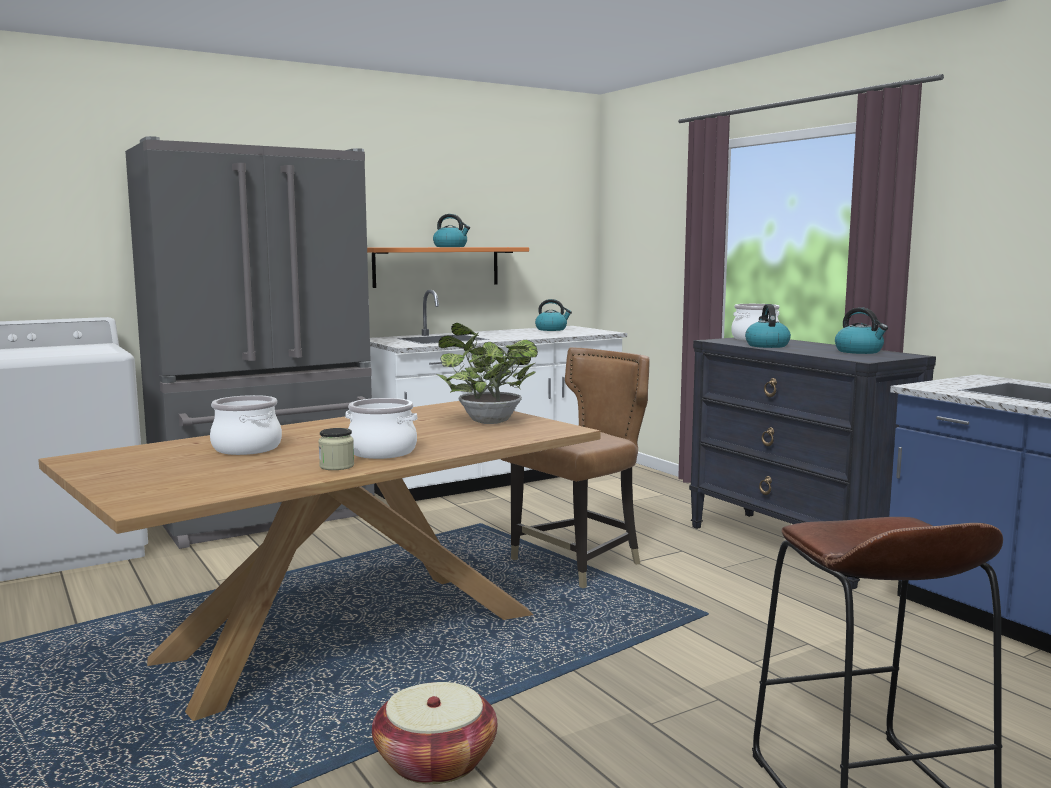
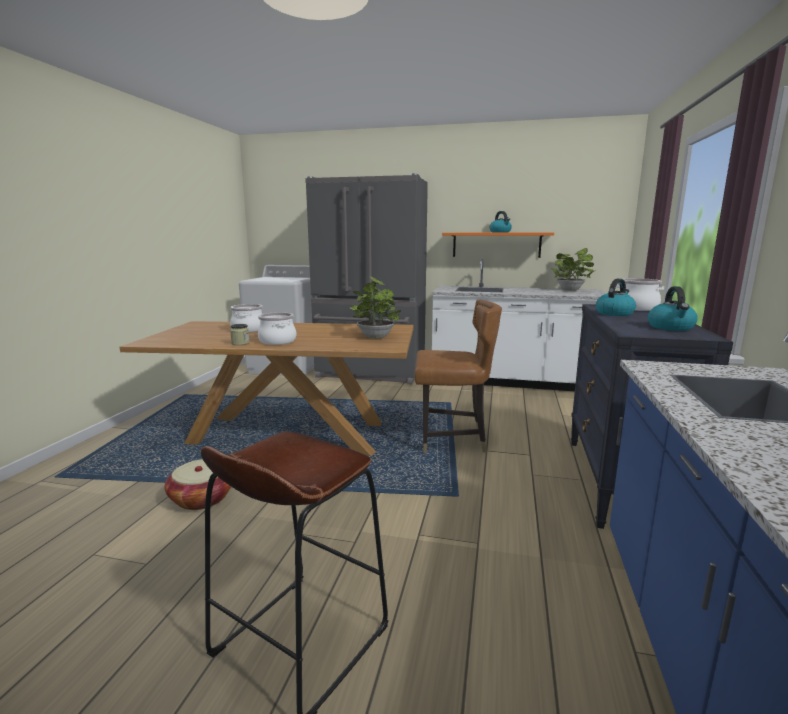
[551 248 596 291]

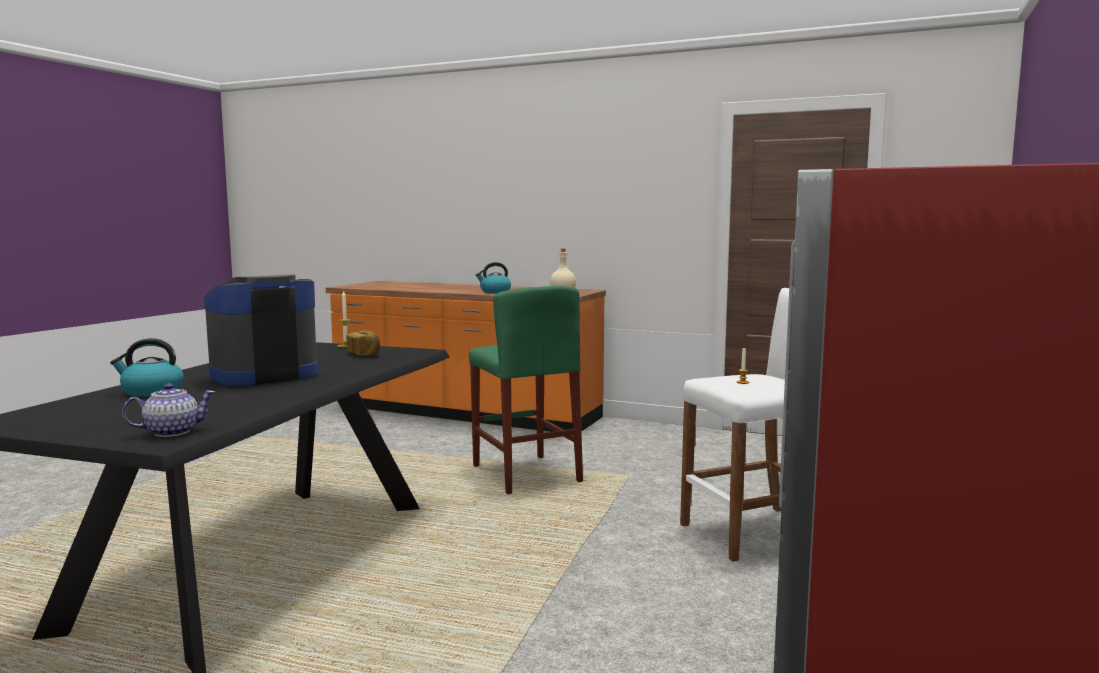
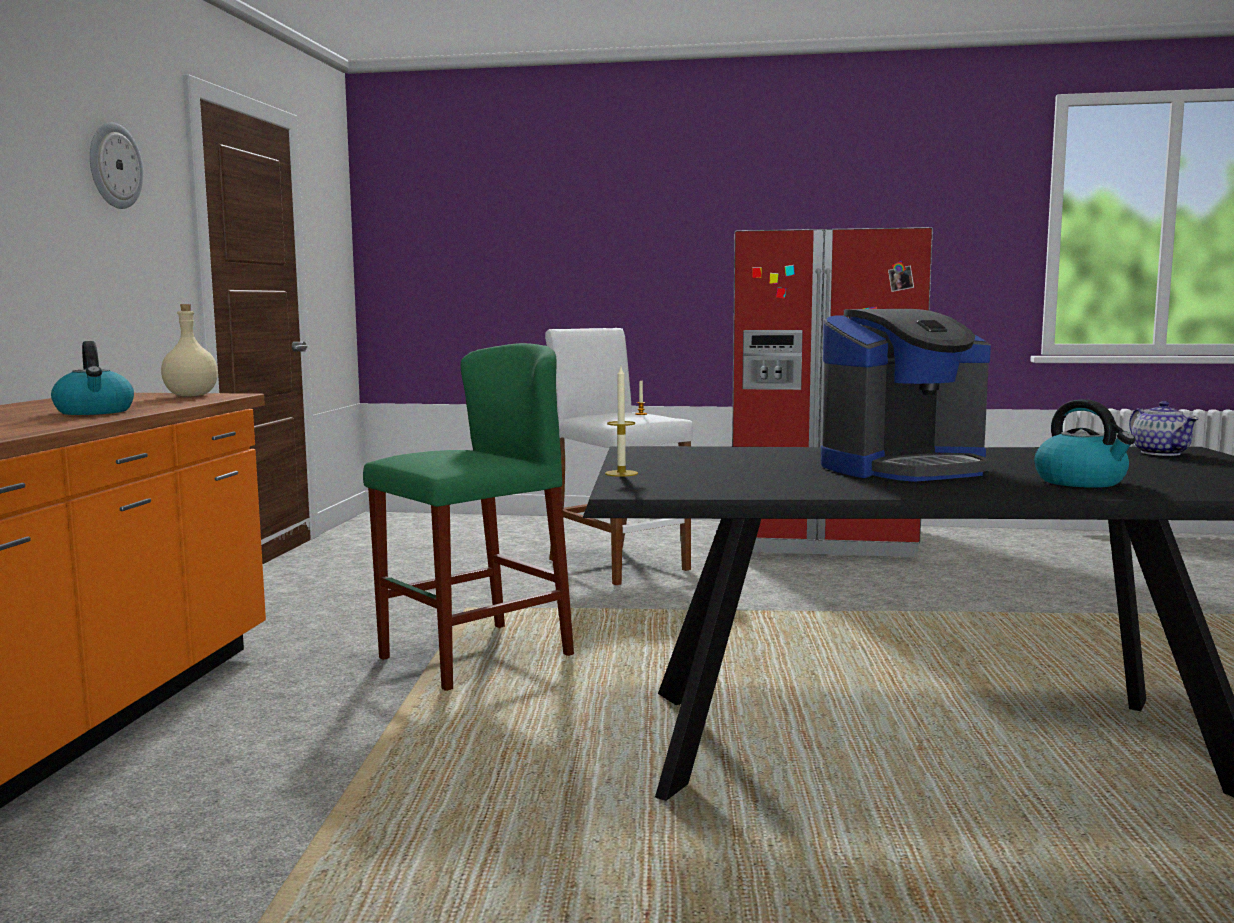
[821 309 991 482]
[346 331 380 355] (first image)
[1129 401 1199 456]
[90 122 143 209]

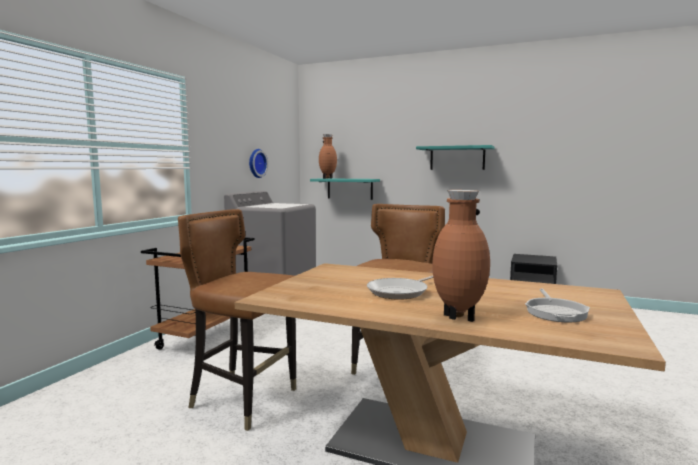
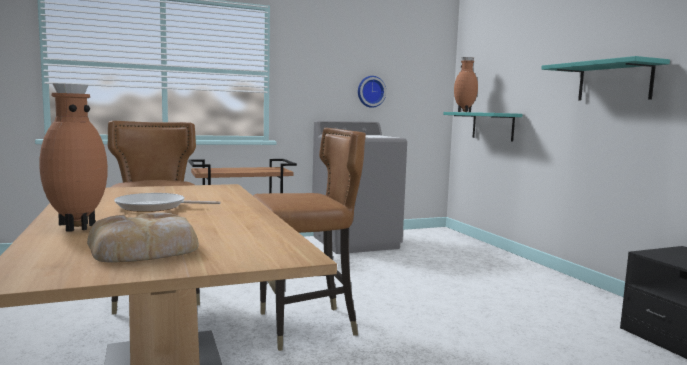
[87 213 199 263]

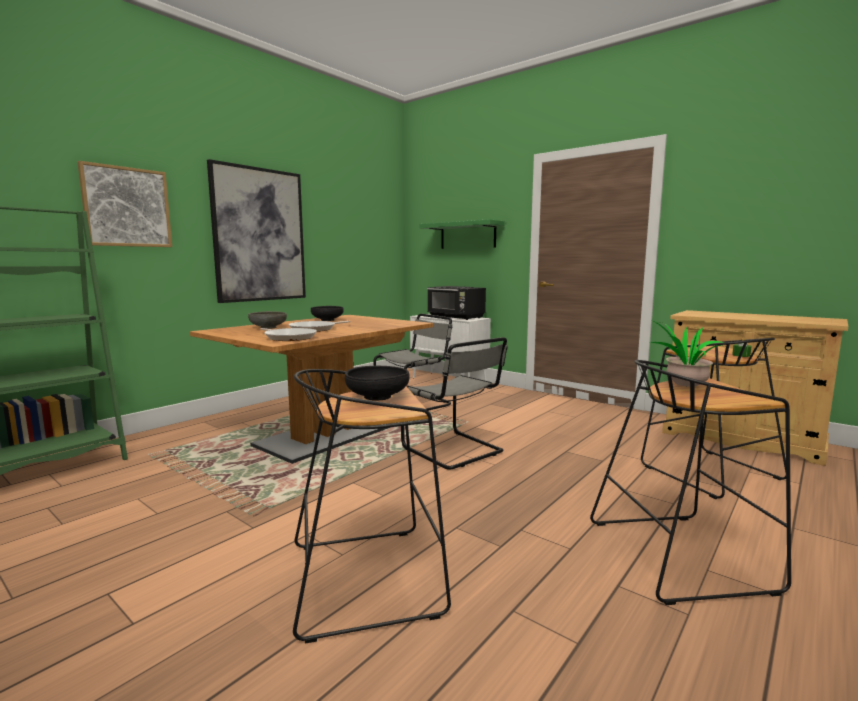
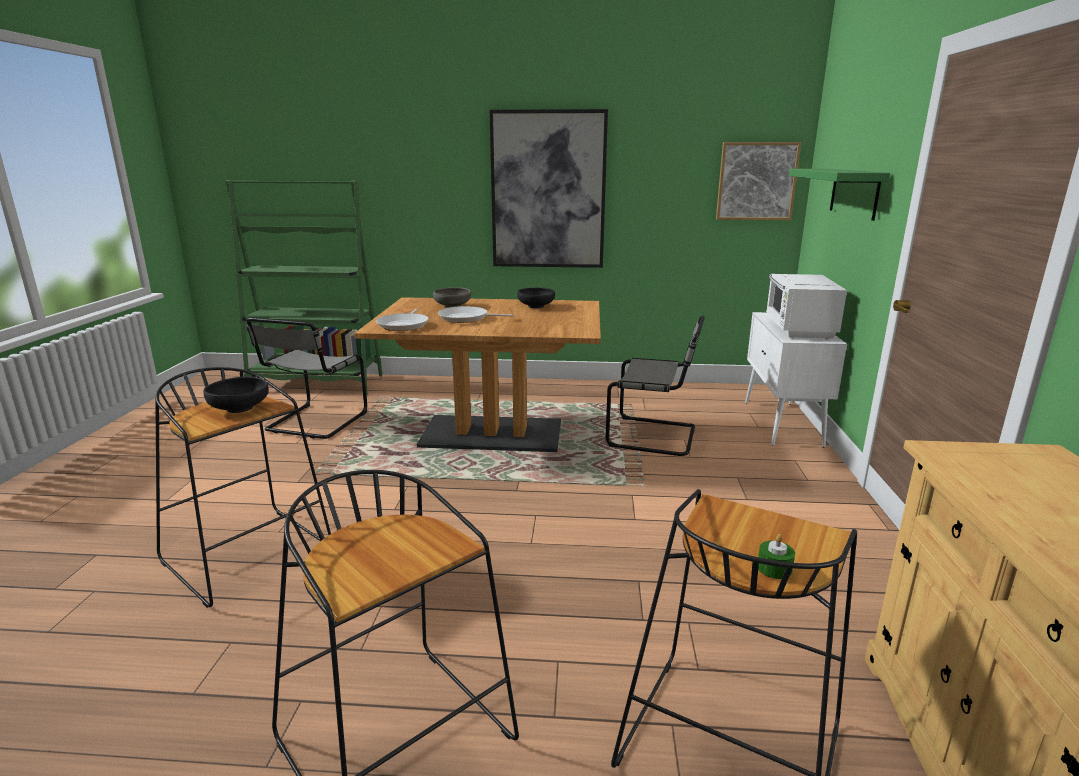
[716 142 801 220]
[766 274 847 340]
[649 322 724 387] (first image)
[247 318 367 439]

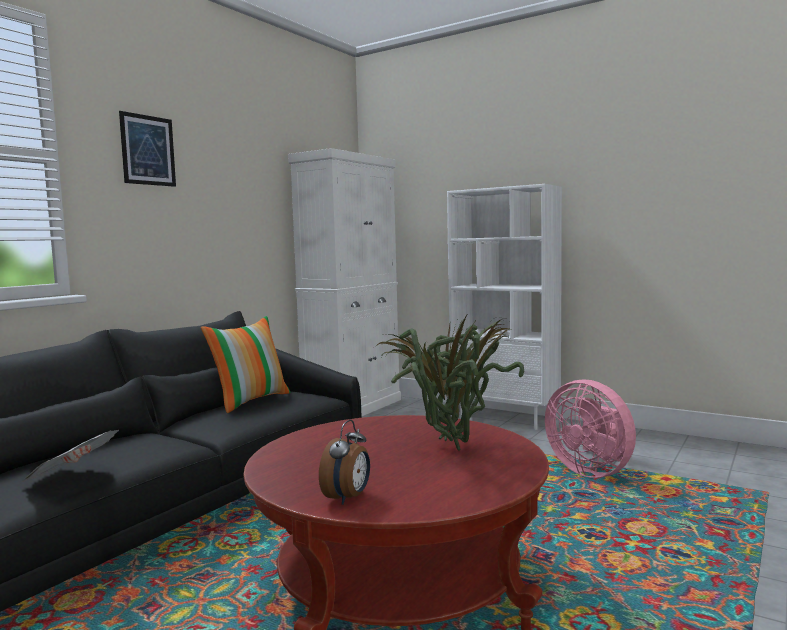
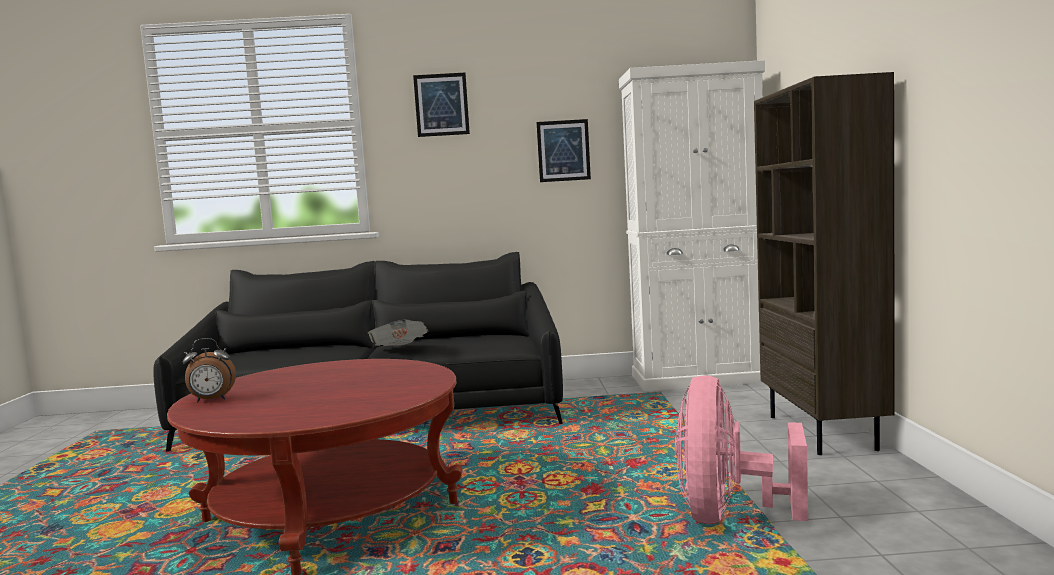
[754 72 895 455]
[375 315 524 451] (first image)
[201 316 291 413] (first image)
[368 320 429 346]
[536 119 591 182]

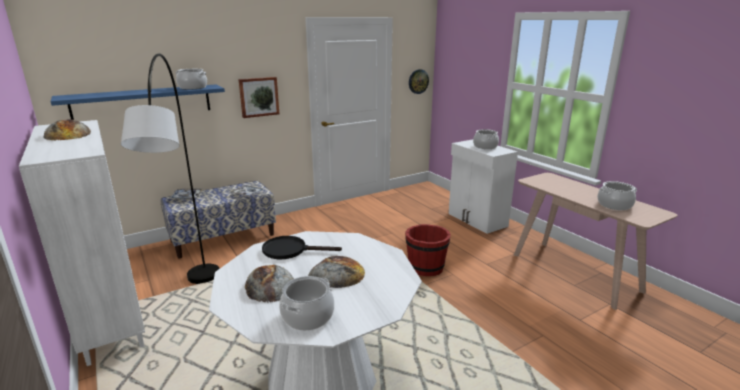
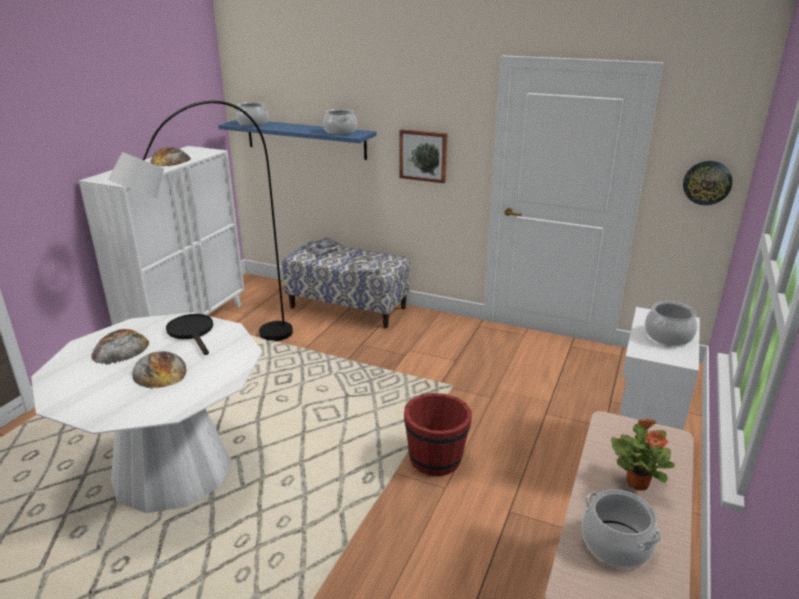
[234 102 269 126]
[611 419 675 490]

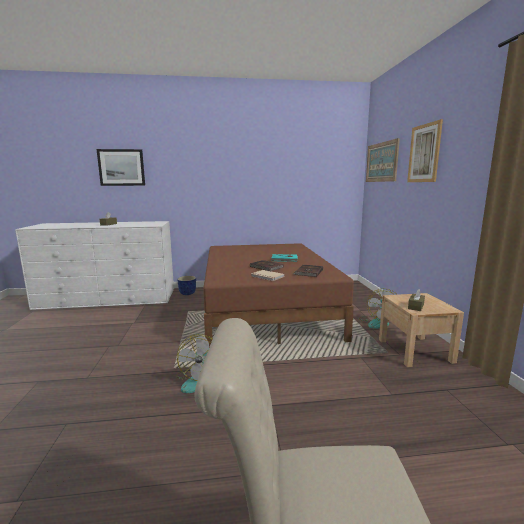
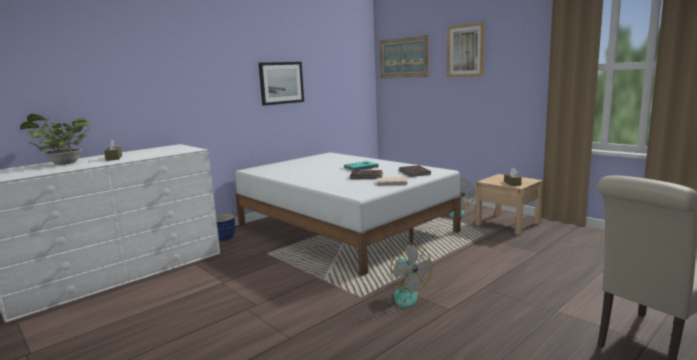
[259 62 304 106]
[235 152 461 276]
[20 114 90 165]

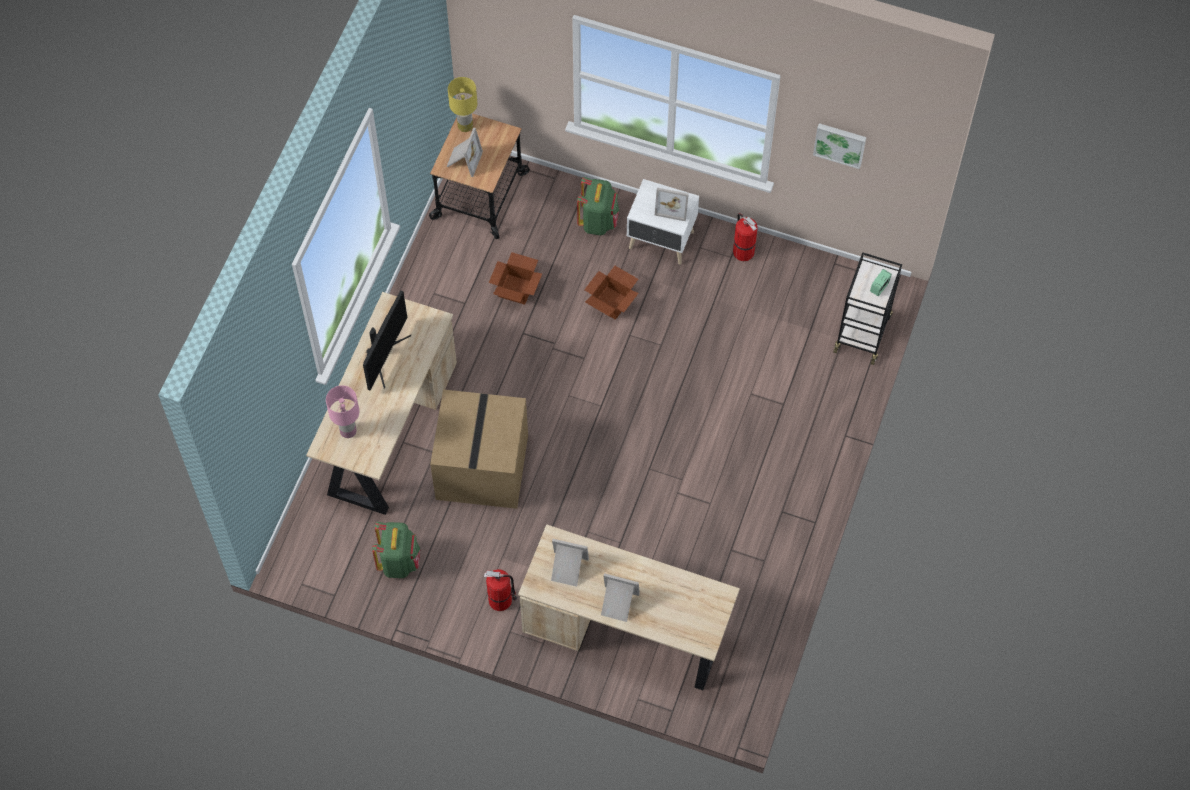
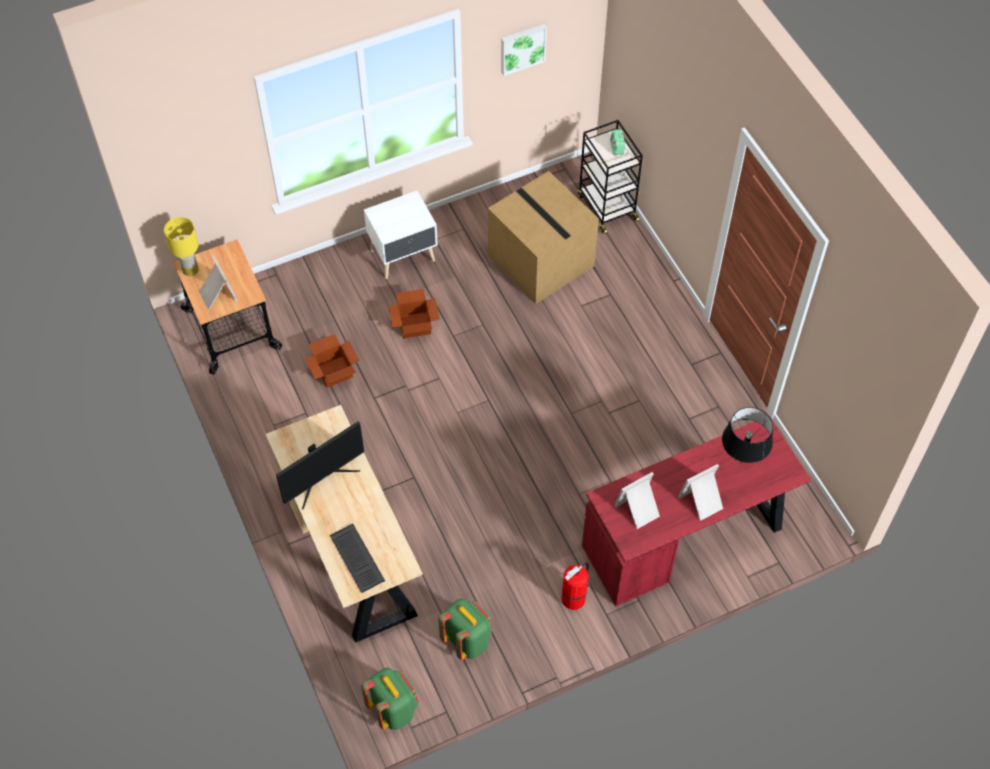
[361 668 419 730]
[655 188 689 221] (first image)
[733 213 758 261] (first image)
[276 421 364 509]
[330 523 385 593]
[488 171 599 304]
[582 421 811 606]
[722 407 773 463]

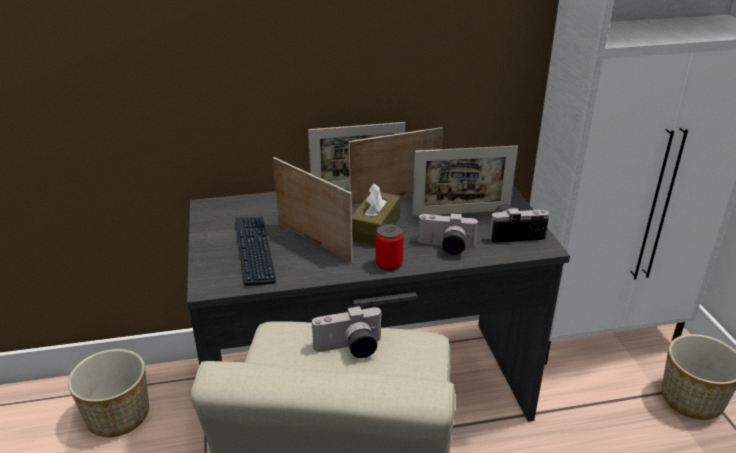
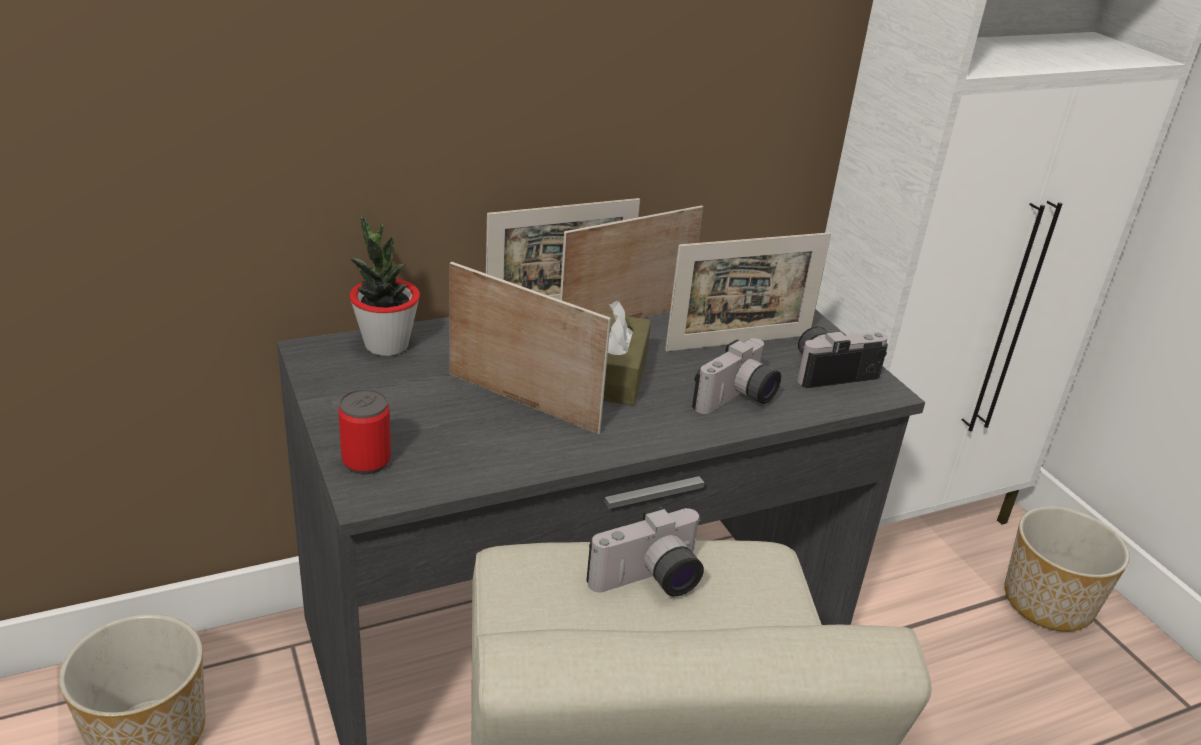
[692 338 781 414]
[235 216 276 286] (first image)
[338 389 391 474]
[349 215 420 356]

